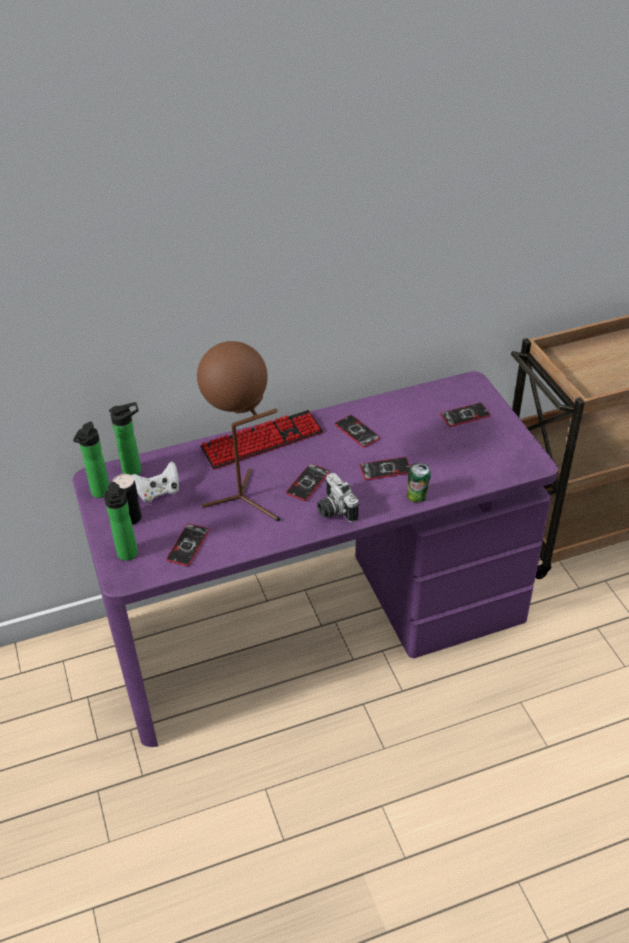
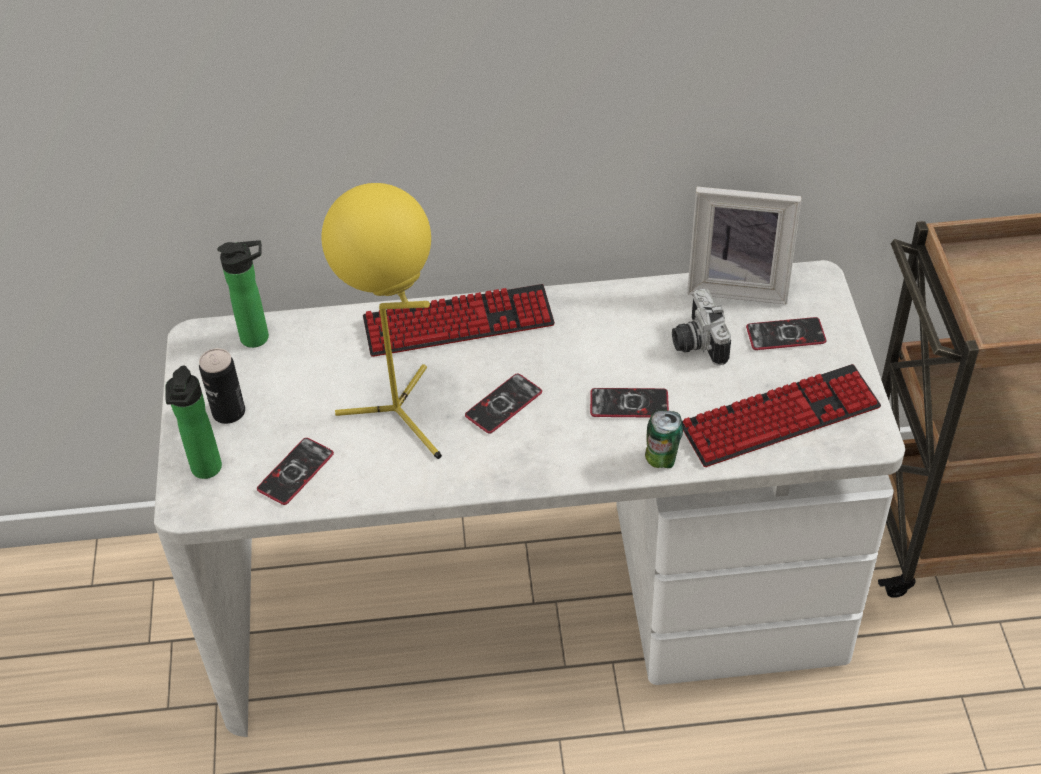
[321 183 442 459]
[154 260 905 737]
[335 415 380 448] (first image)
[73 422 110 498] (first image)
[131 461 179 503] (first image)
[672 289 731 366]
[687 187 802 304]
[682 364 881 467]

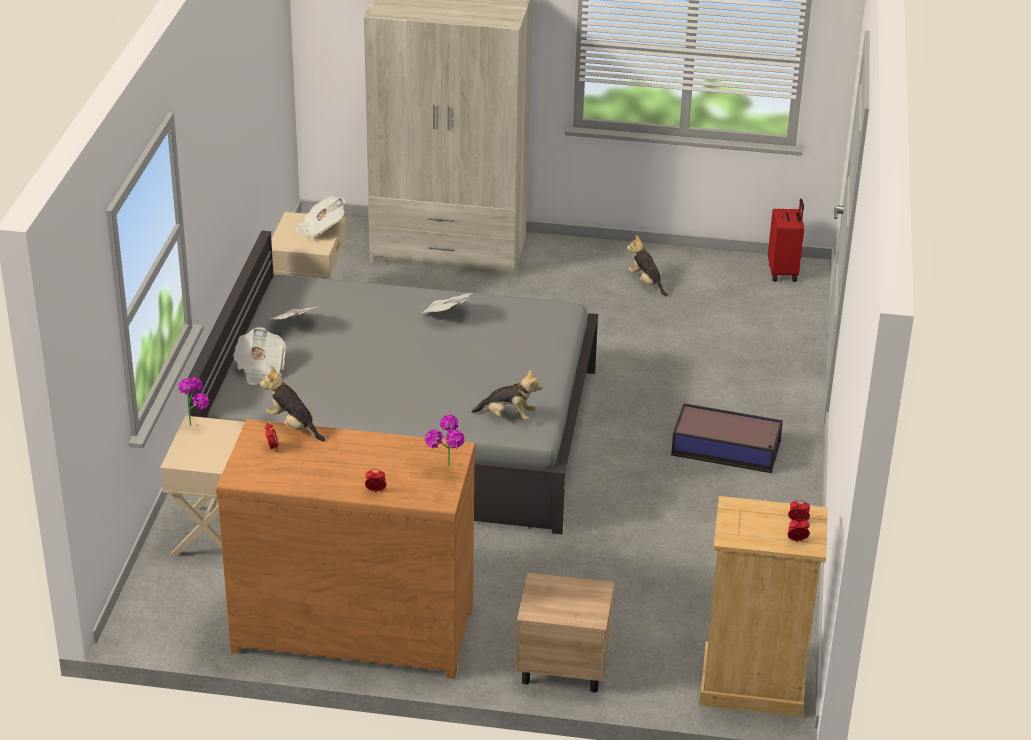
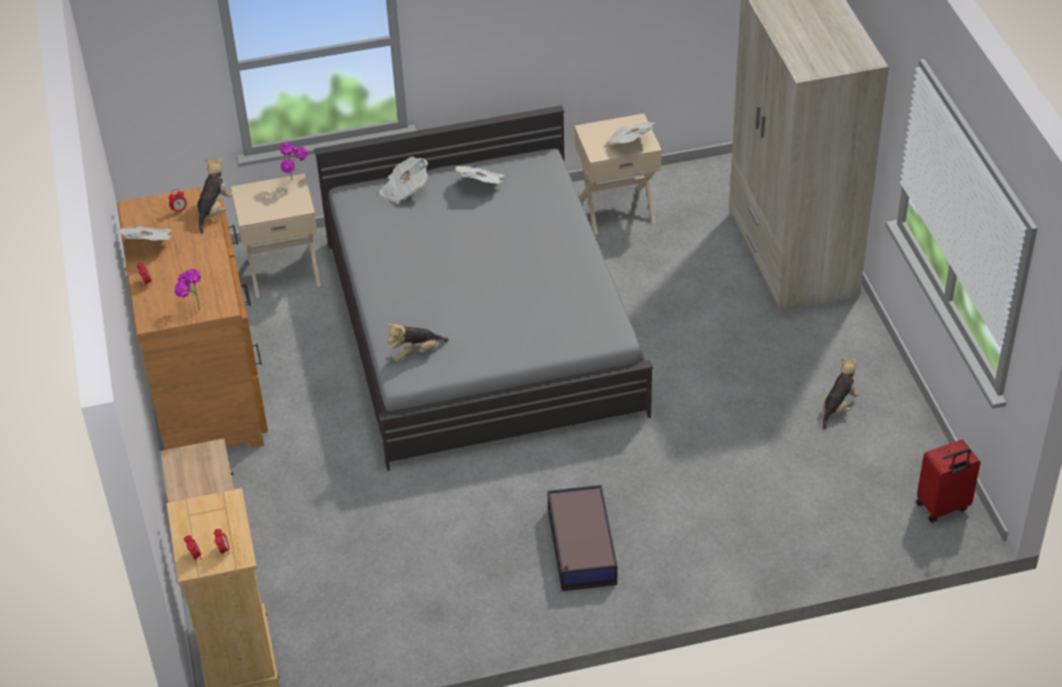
[117 226 172 241]
[387 324 449 360]

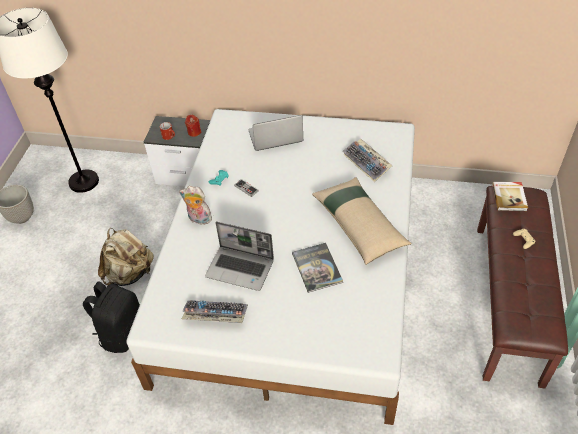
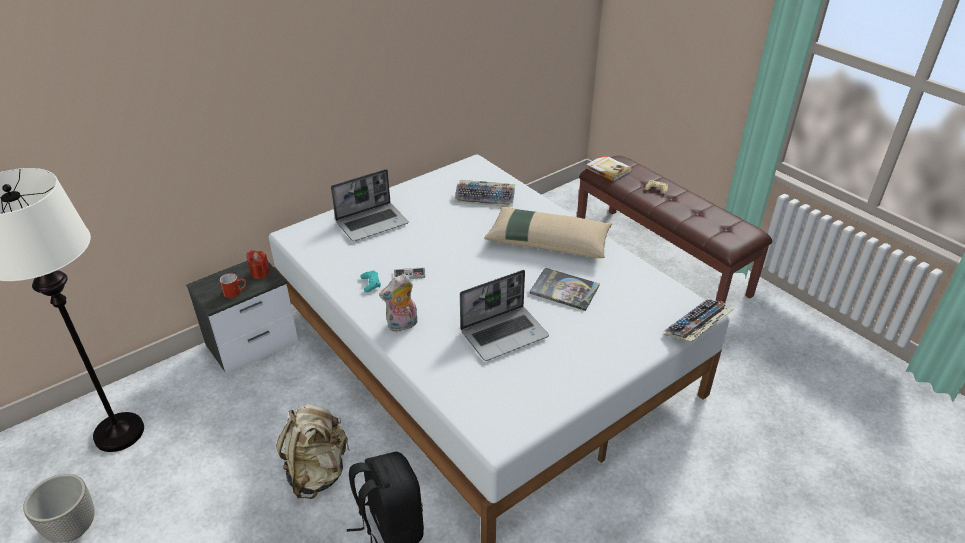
[331 169 409 241]
[663 299 734 341]

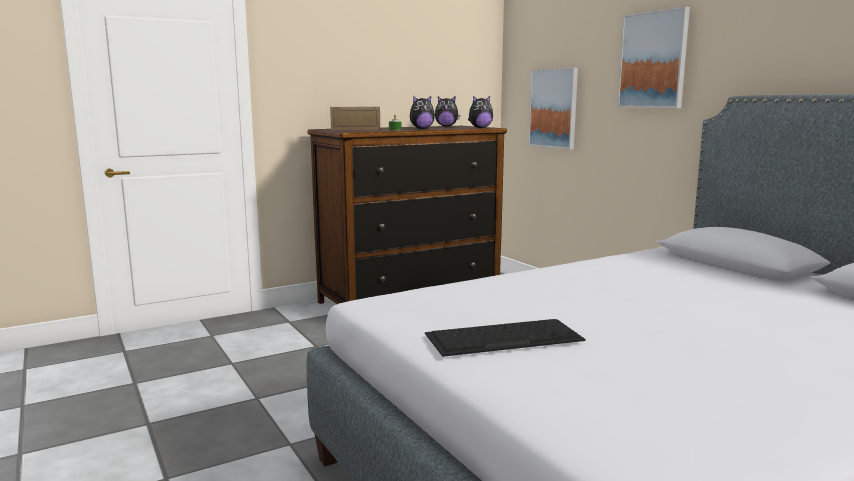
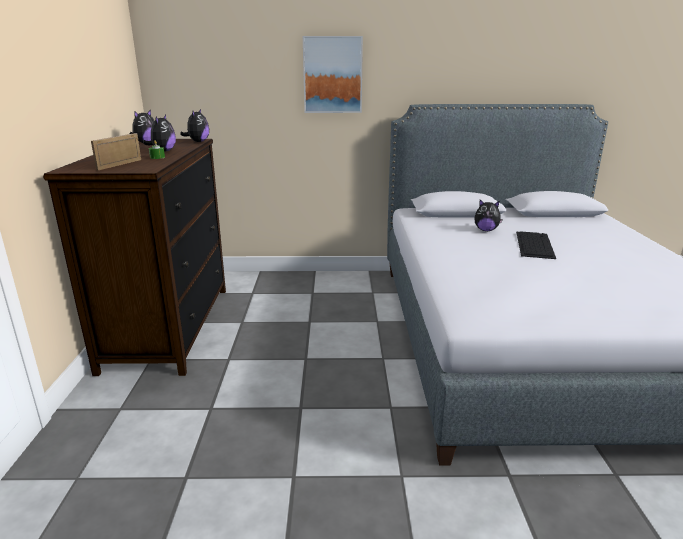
[528 68 578 150] (first image)
[516 231 556 259]
[474 200 503 231]

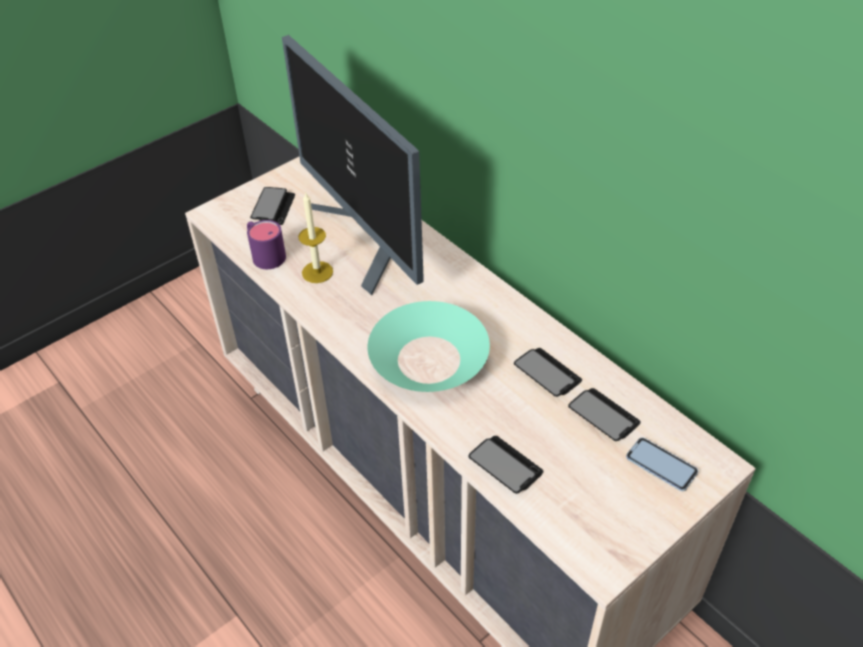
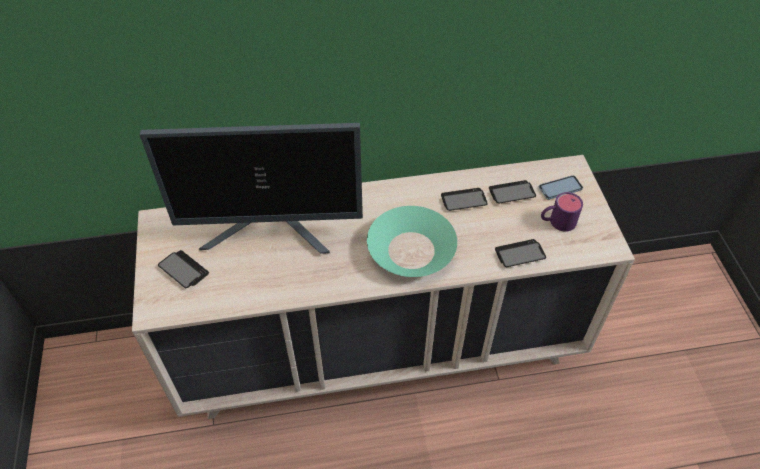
[298 193 333 283] (first image)
[541 192 583 232]

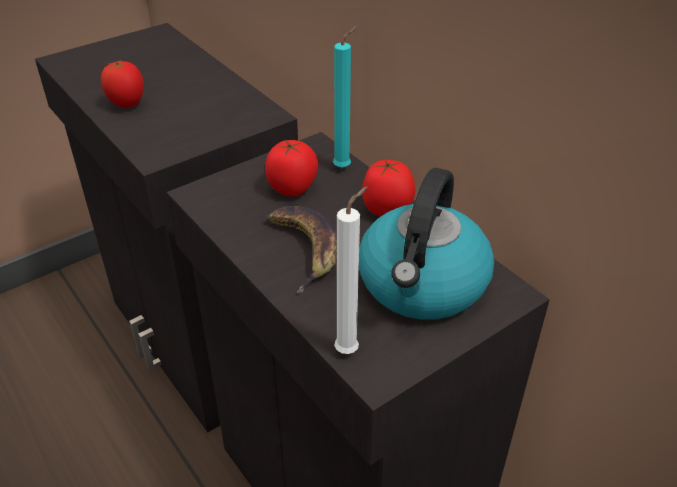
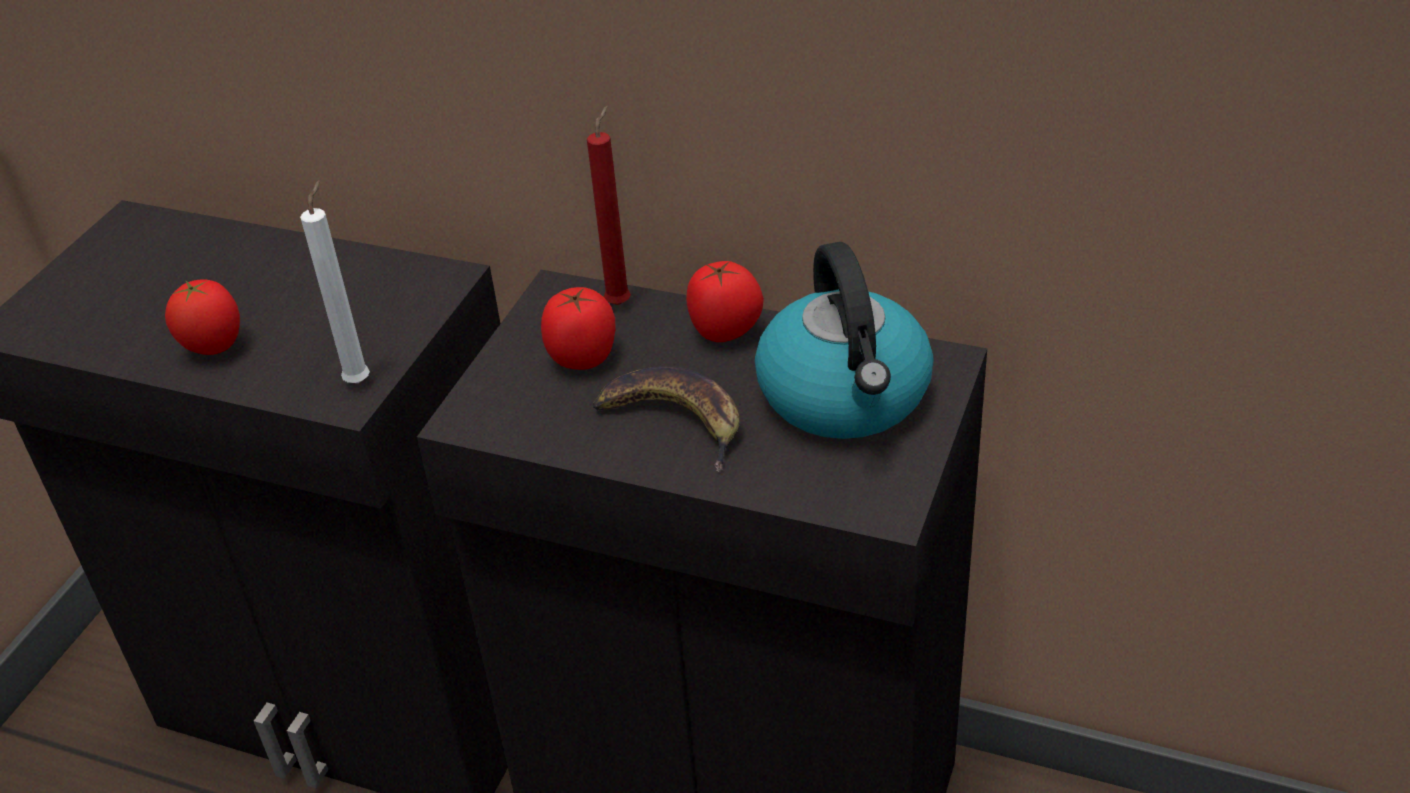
[587 106 631 305]
[300 180 370 383]

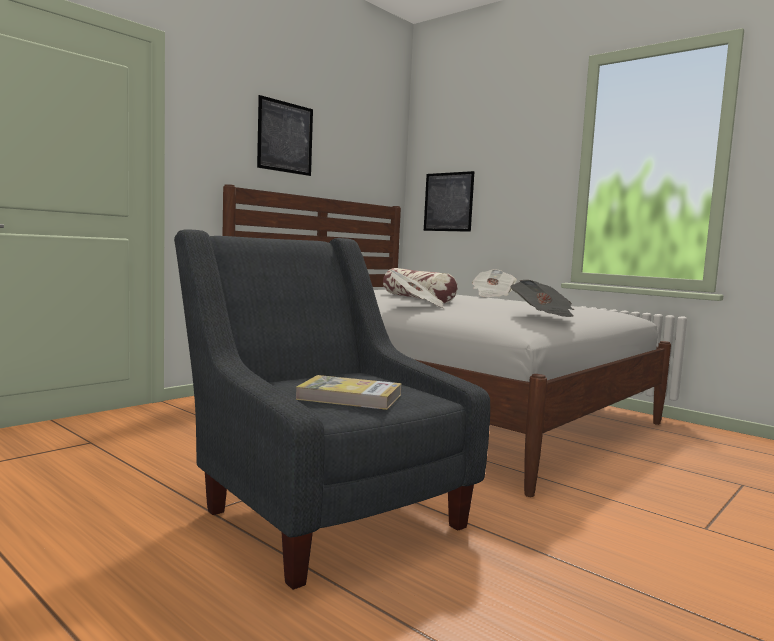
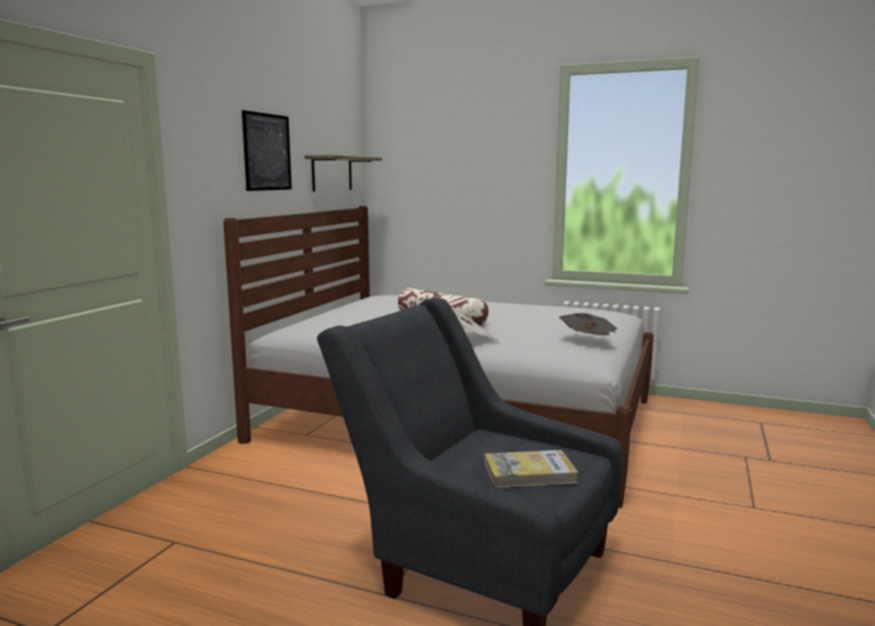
[424 171 474 232] (first image)
[472 269 517 297] (first image)
[304 155 382 191]

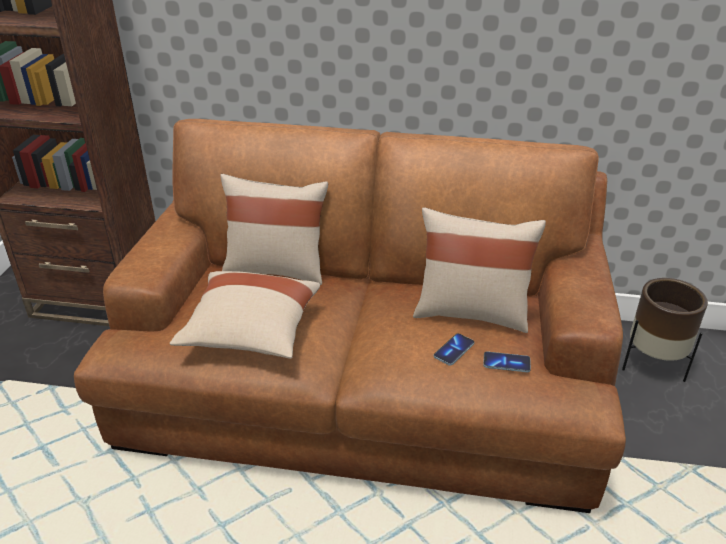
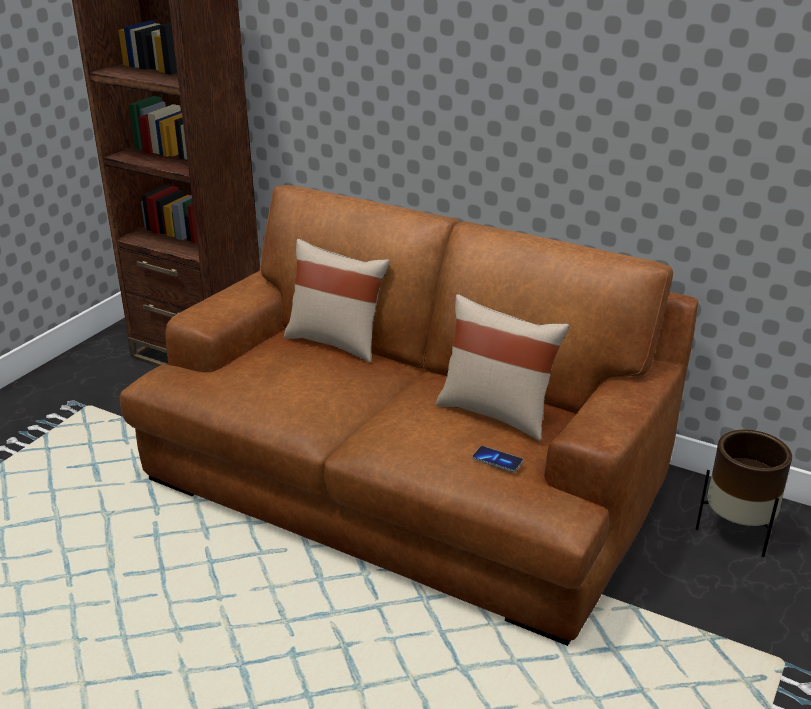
[170 271 320 359] (first image)
[434 333 474 366] (first image)

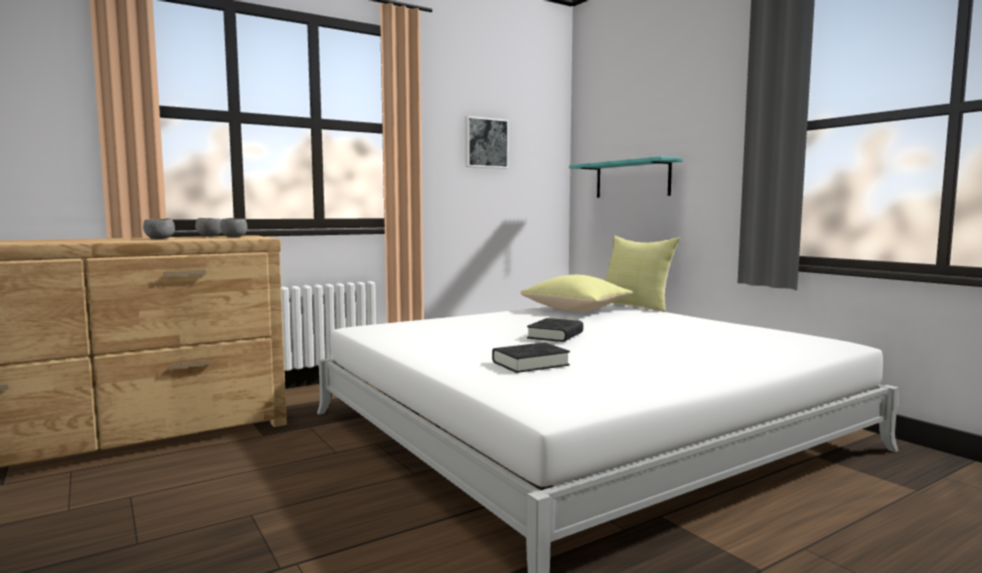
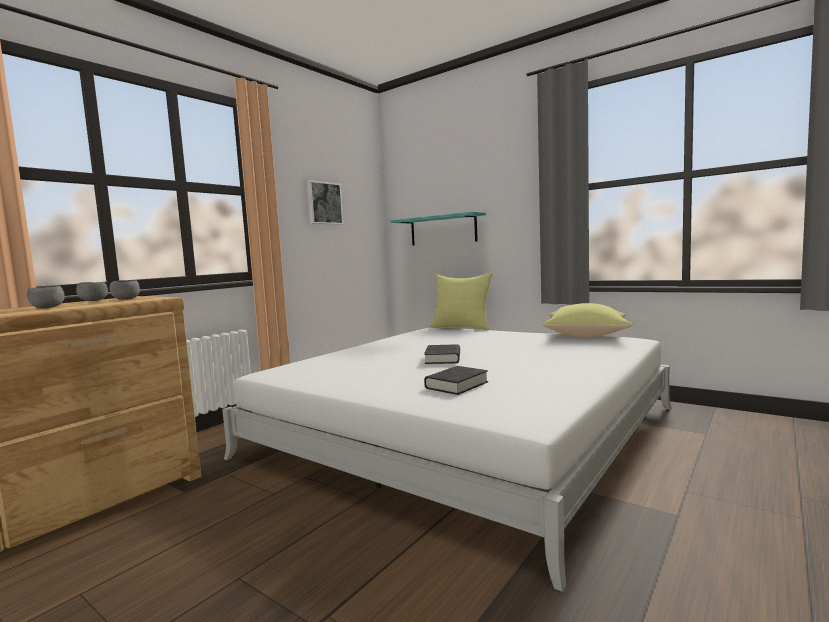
[542 303 634 337]

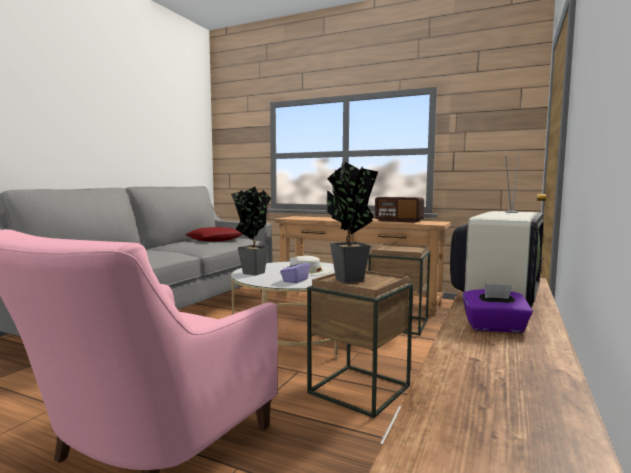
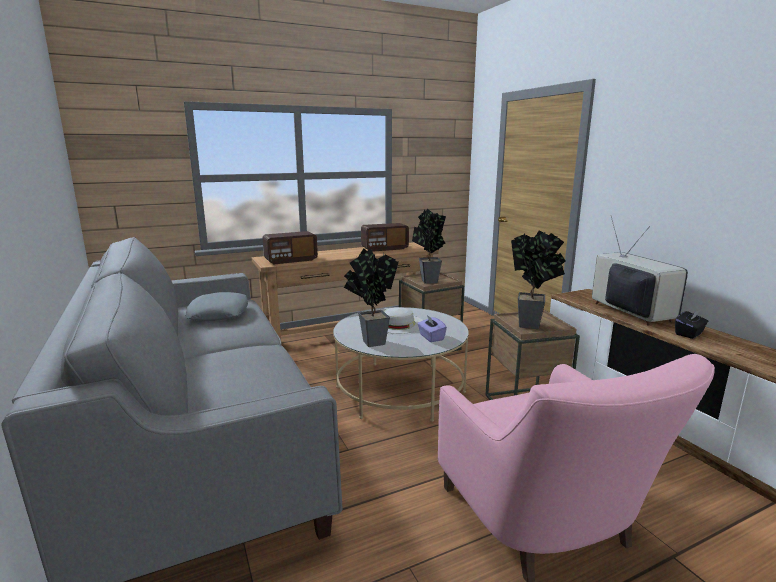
[186 292 248 321]
[675 310 708 339]
[412 209 446 284]
[263 231 318 264]

